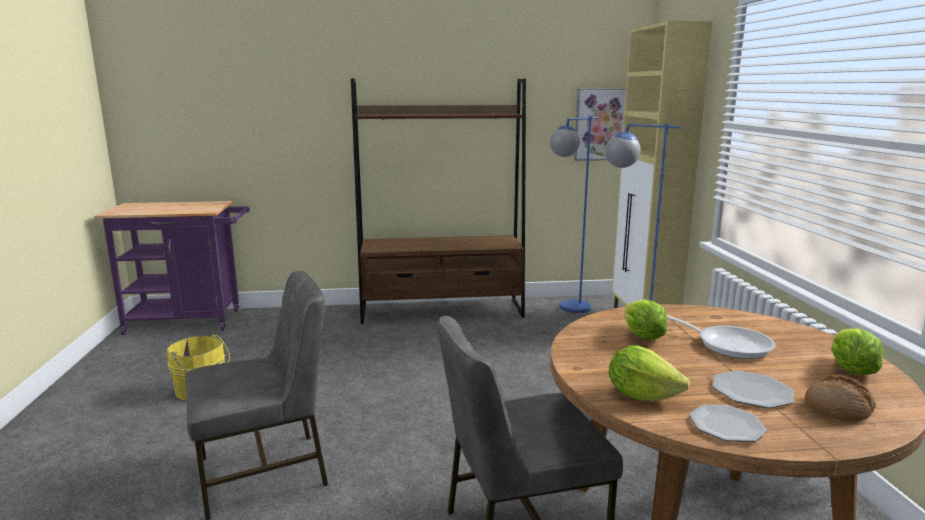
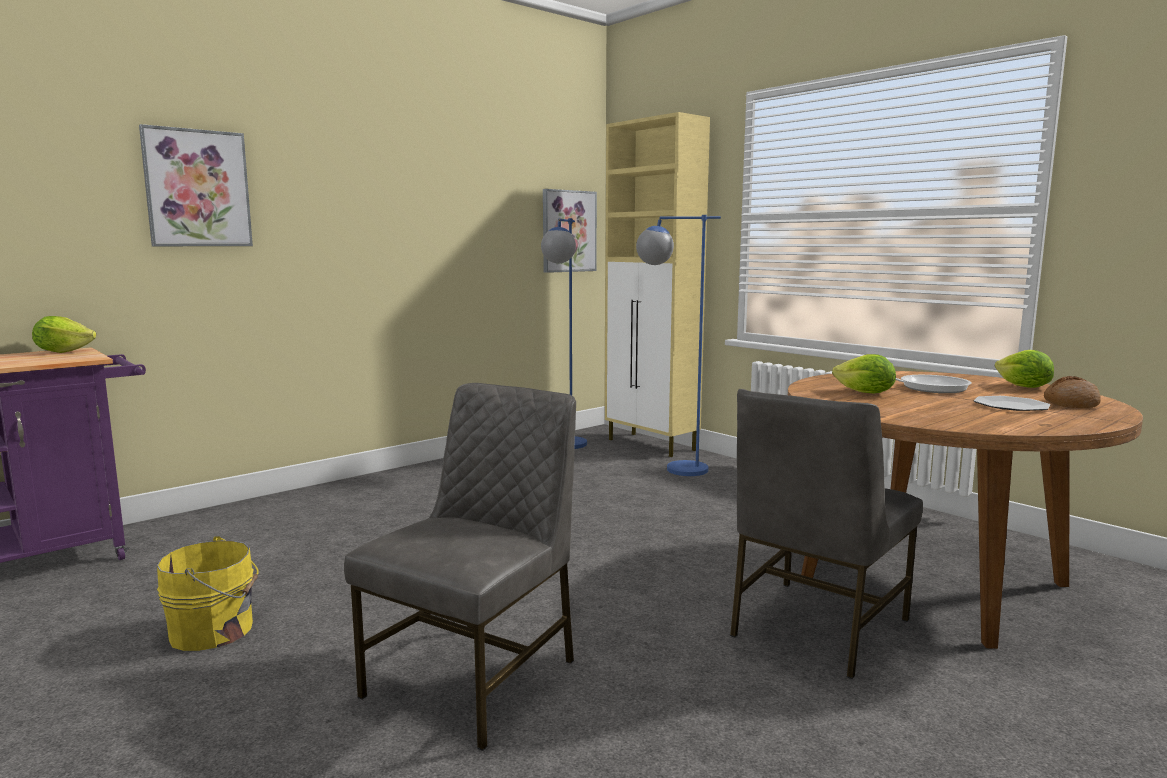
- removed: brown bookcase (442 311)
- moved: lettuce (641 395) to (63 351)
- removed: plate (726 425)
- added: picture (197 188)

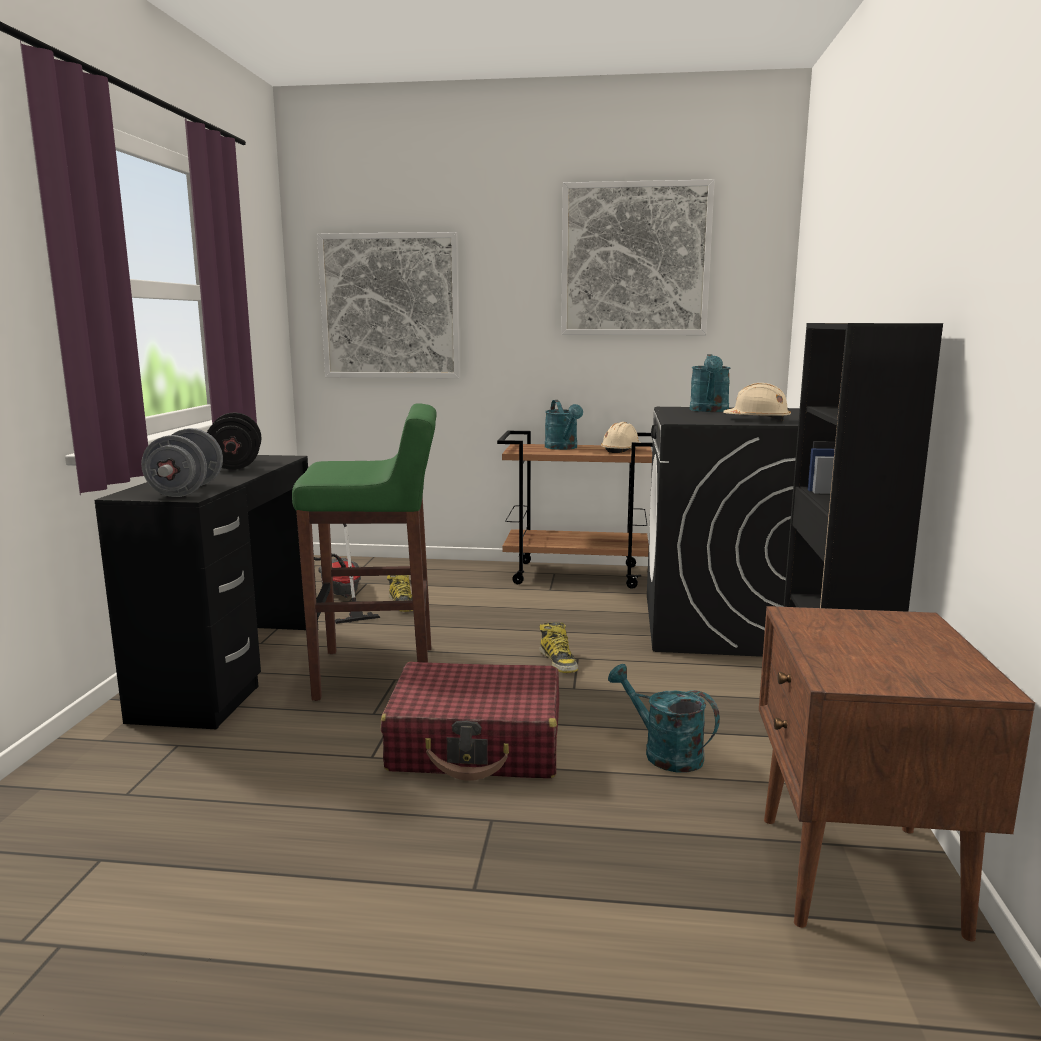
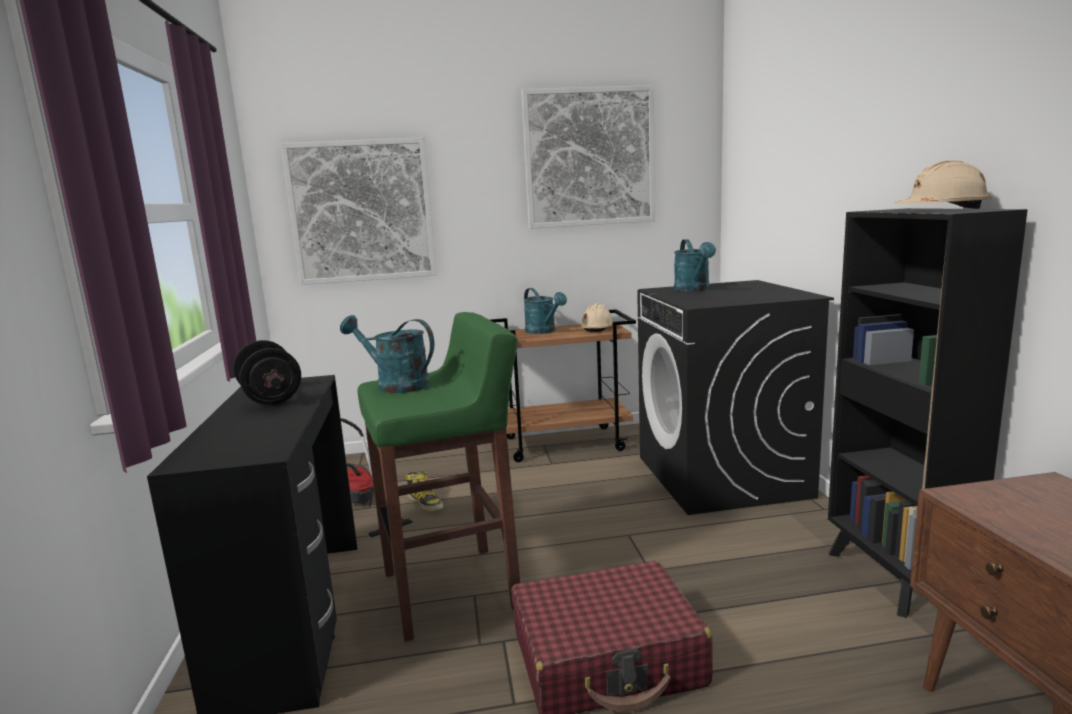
- removed: grey dumbbell (186 491)
- removed: boot (558 661)
- moved: turquoise watering can (663 753) to (395 385)
- moved: beige hard hat (757 419) to (943 210)

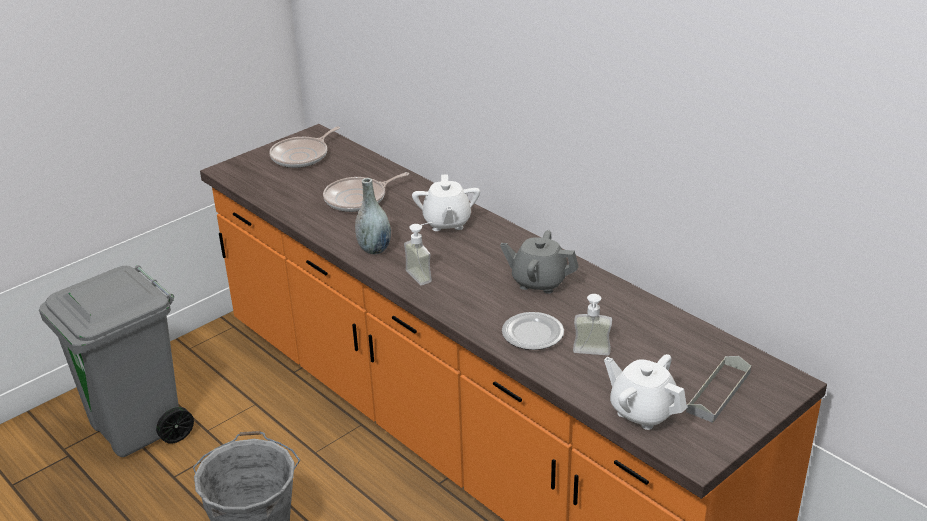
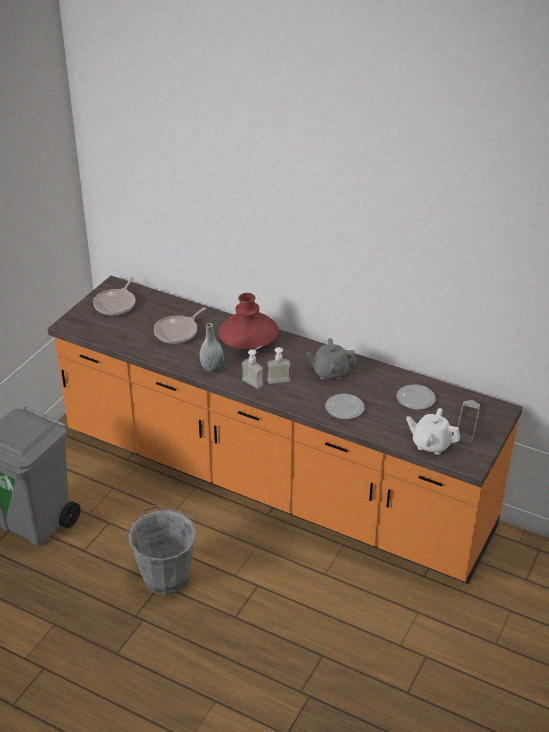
- replaced: white teapot (447 222) to red vase (248 340)
- moved: soap dispenser (591 355) to (279 383)
- added: plate (415 399)

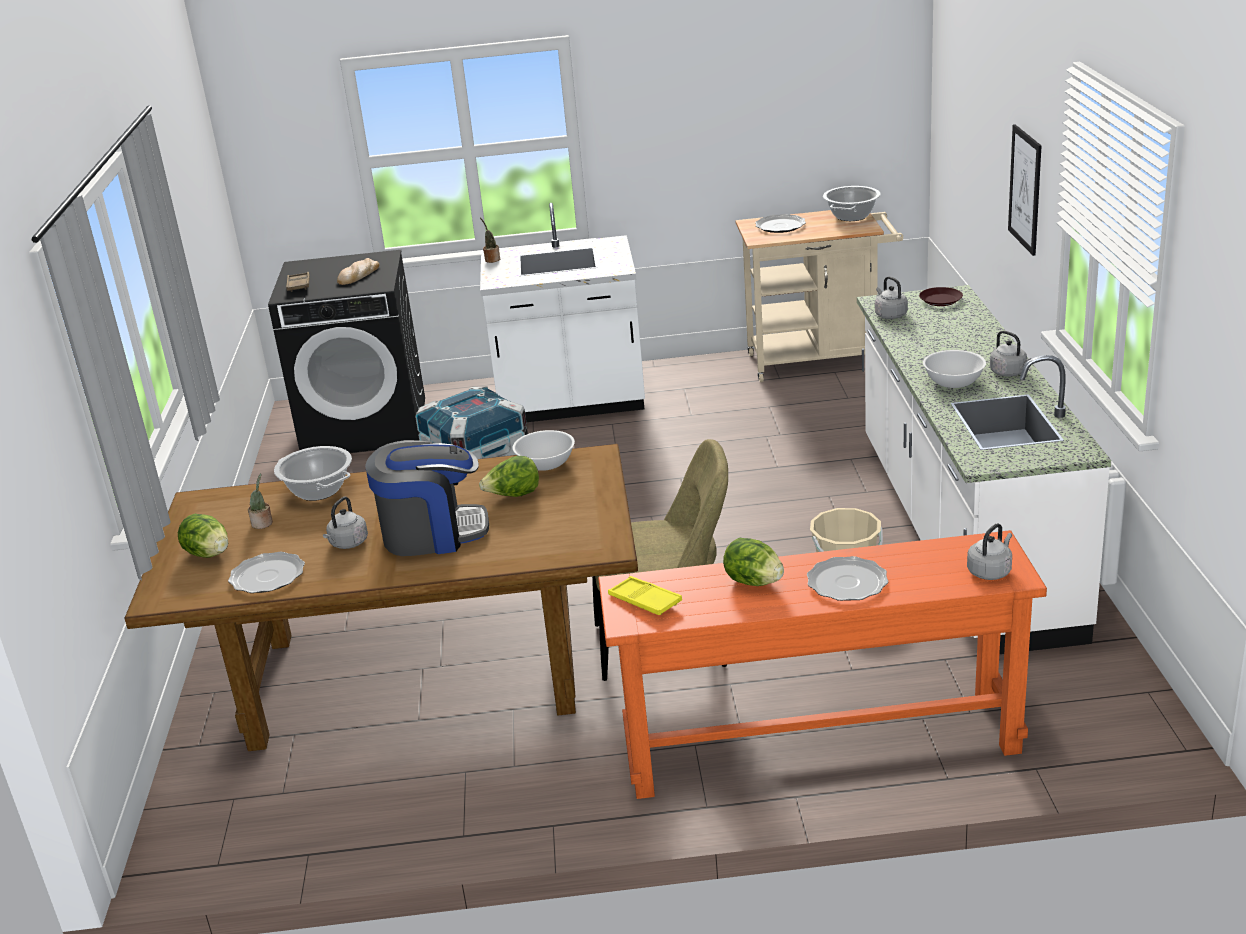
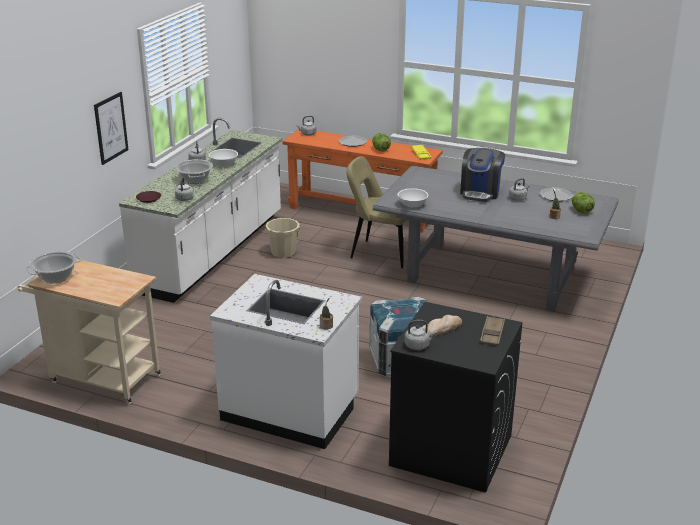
- recoloured: brown dining table (415 673) to grey dining table (491 275)
- moved: cooking pot (318 490) to (195 180)
- turned: coffee machine (433 533) = (480 192) 90 degrees counterclockwise
- removed: lettuce (513 496)
- removed: plate (780 226)
- added: grey kettle (418 345)

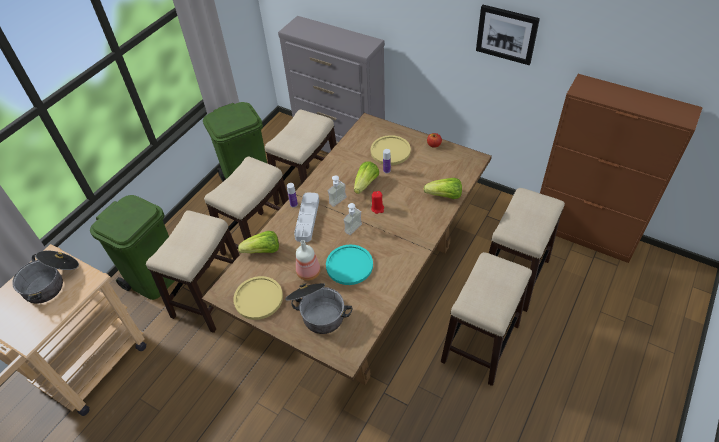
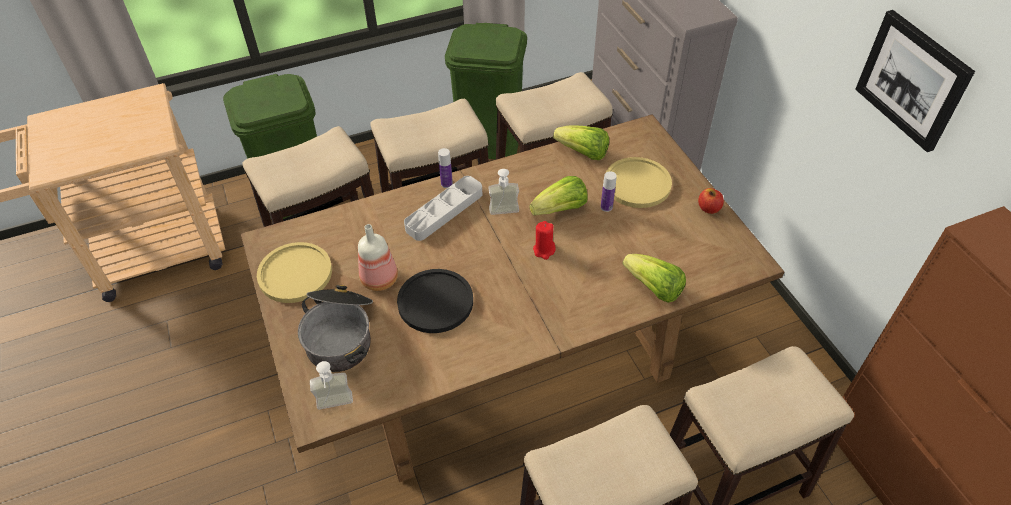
- removed: cooking pot (51 281)
- moved: lettuce (263 251) to (583 153)
- recoloured: turquoise plate (349 265) to black plate (435 302)
- moved: soap dispenser (356 230) to (335 407)

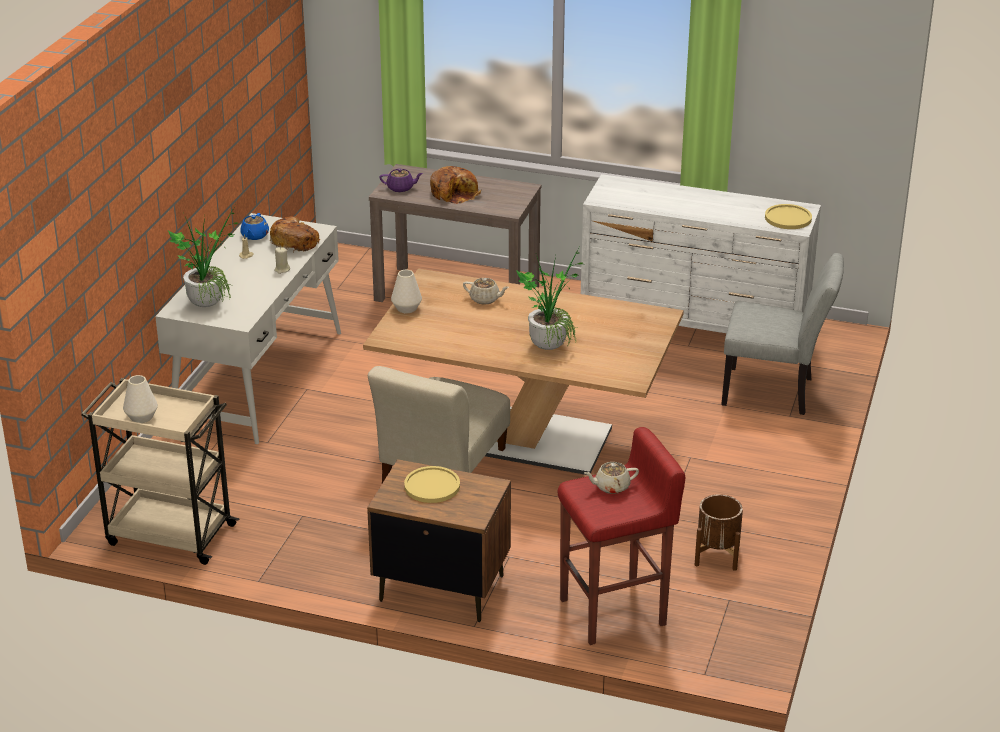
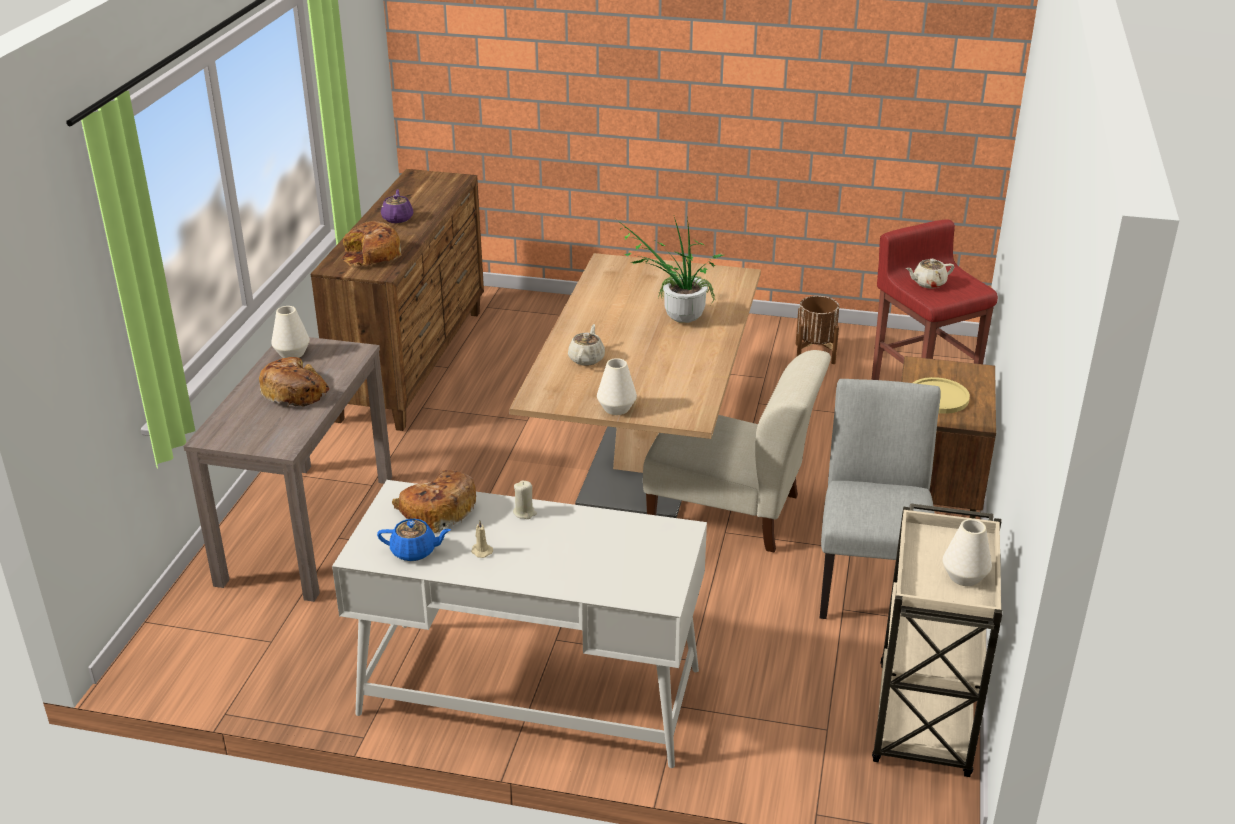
- removed: potted plant (208 299)
- moved: purple teapot (401 188) to (397 218)
- recoloured: white dresser (694 329) to brown dresser (413 363)
- turned: beige teapot (611 487) = (928 283) 90 degrees clockwise
- moved: grey chair (775 392) to (870 580)
- removed: yellow plate (788 218)
- added: white vase (292 353)
- added: bread (371 256)

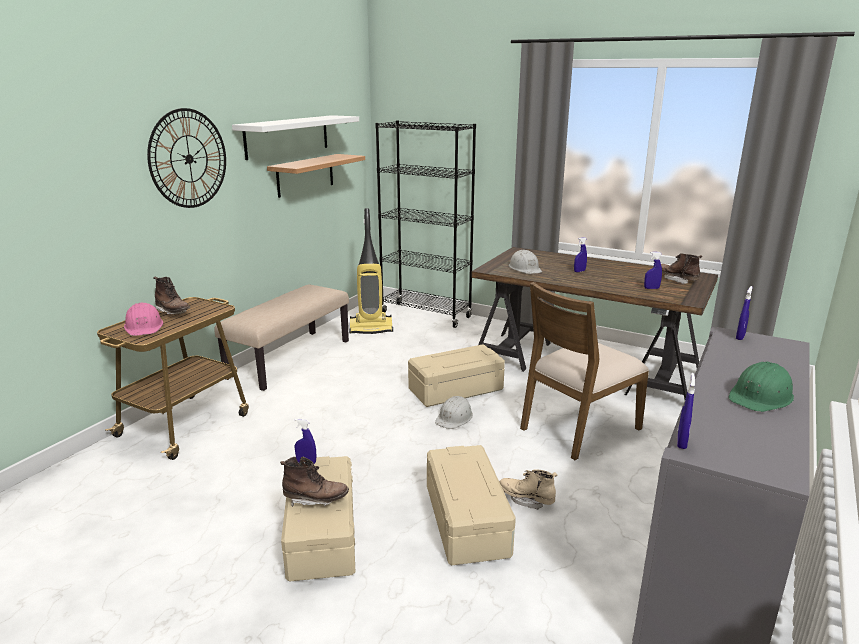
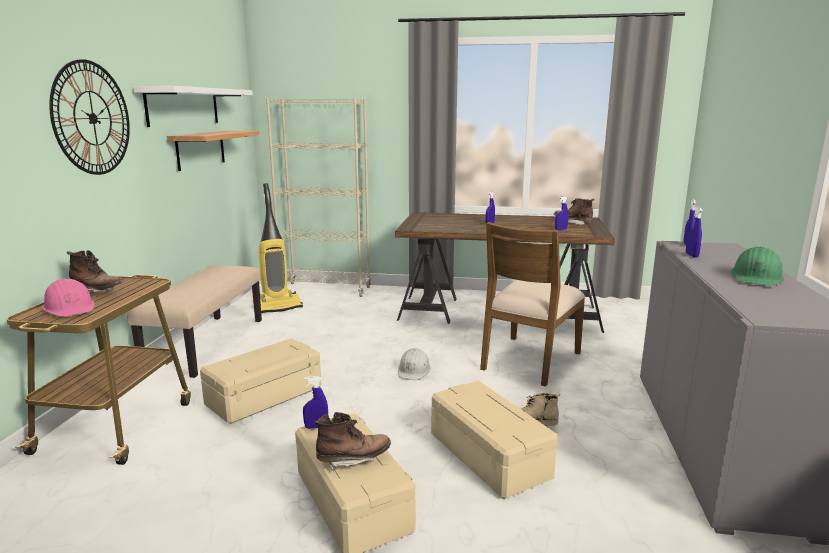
- recoloured: black bookcase (426 315) to beige bookcase (326 290)
- moved: beige storage box (456 389) to (264 396)
- removed: white hard hat (525 268)
- moved: blue spray bottle (681 442) to (691 255)

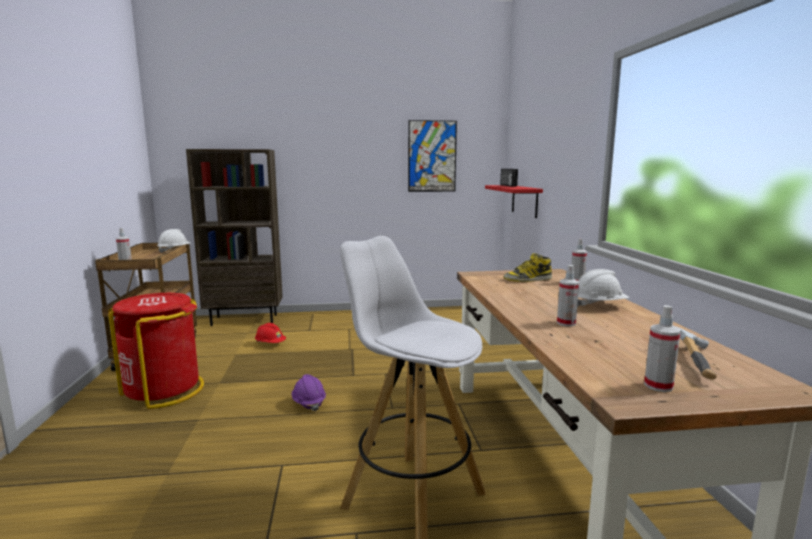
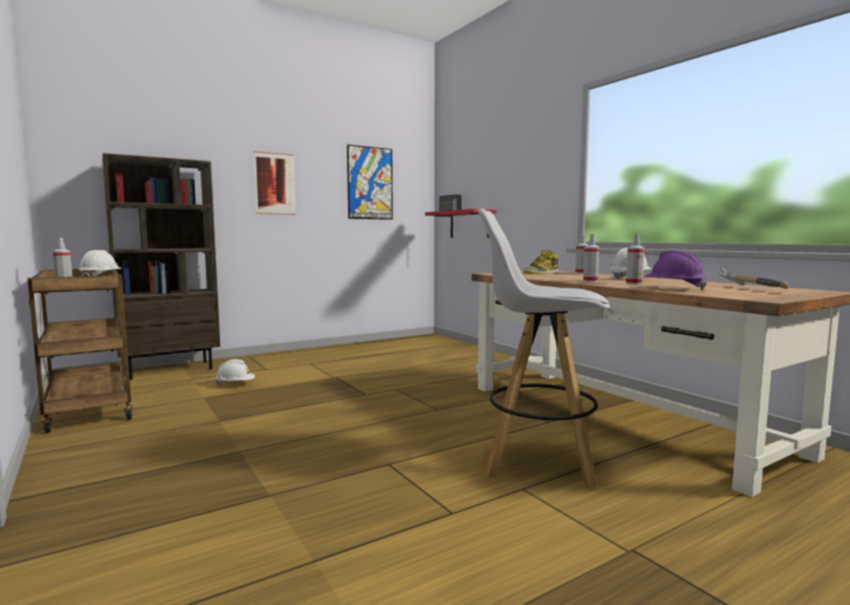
- removed: red trash can (164 390)
- recoloured: red hard hat (270 344) to white hard hat (235 384)
- moved: purple hard hat (308 403) to (673 288)
- moved: spray bottle (658 386) to (590 281)
- added: picture (275 183)

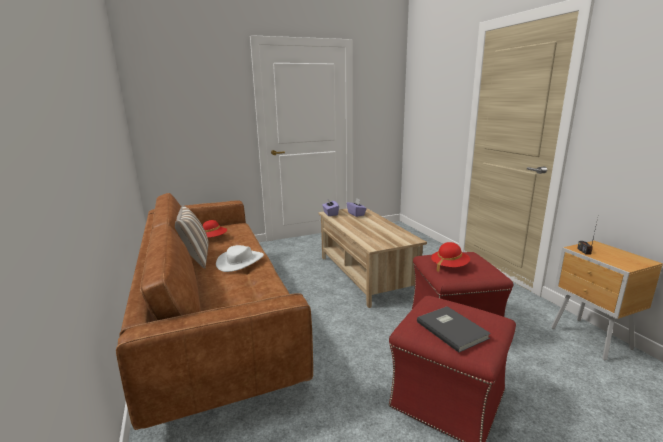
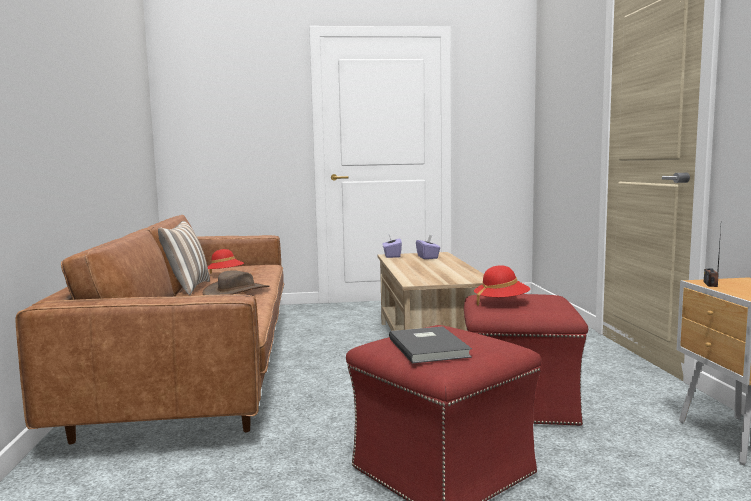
- recoloured: white hat (240 261) to brown hat (236 291)

